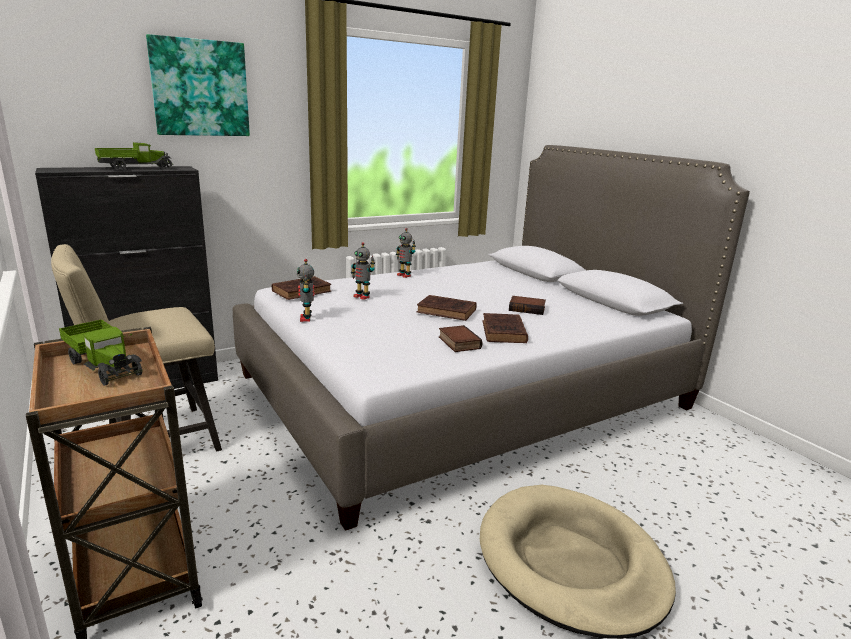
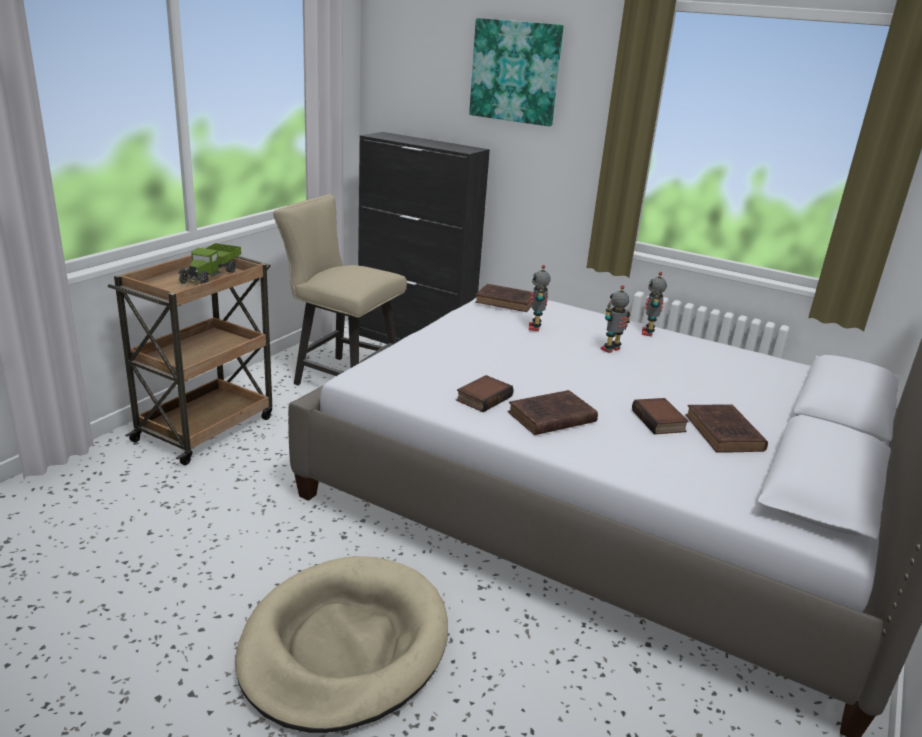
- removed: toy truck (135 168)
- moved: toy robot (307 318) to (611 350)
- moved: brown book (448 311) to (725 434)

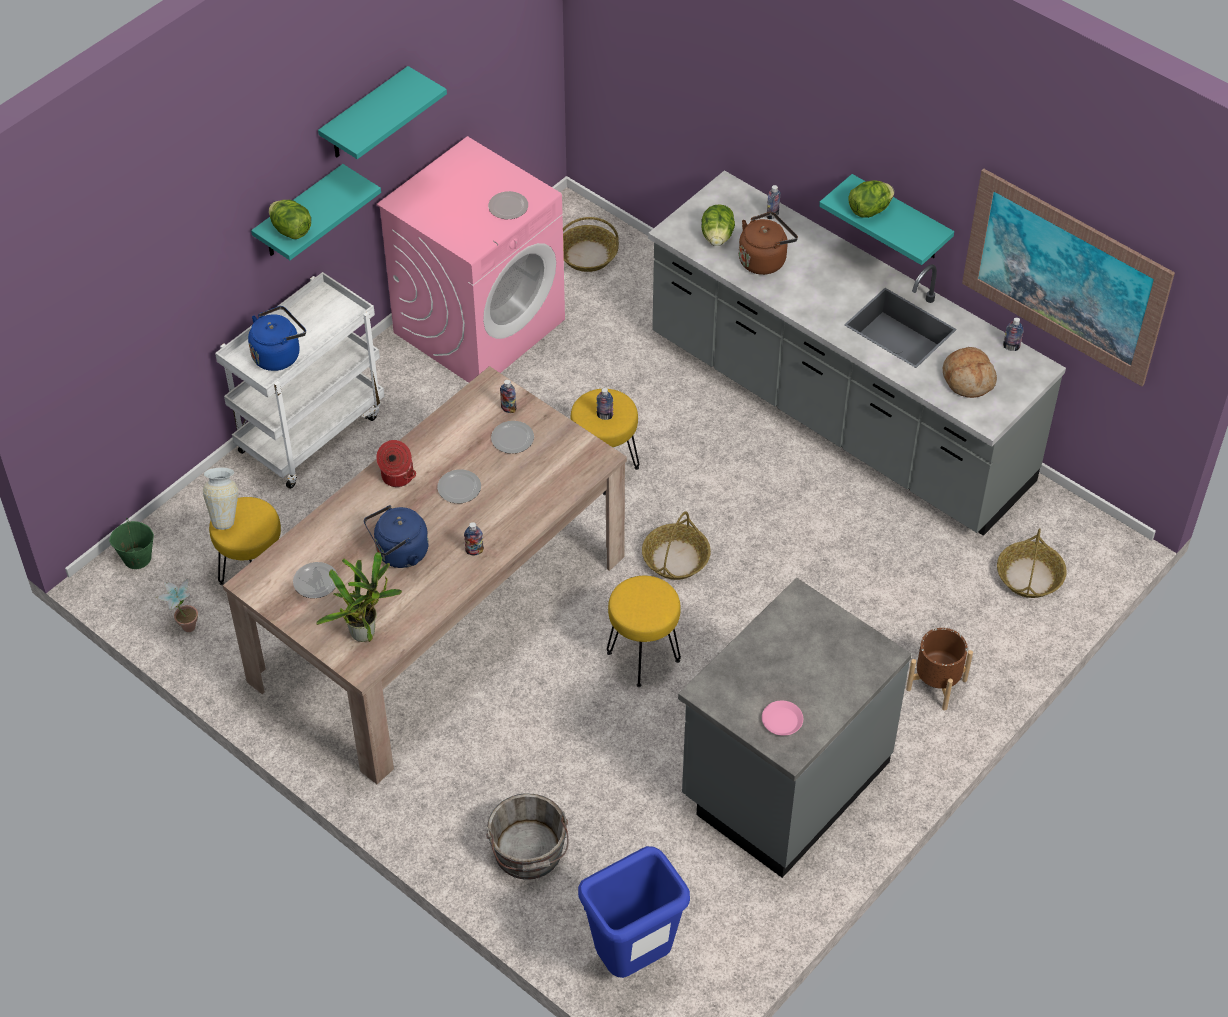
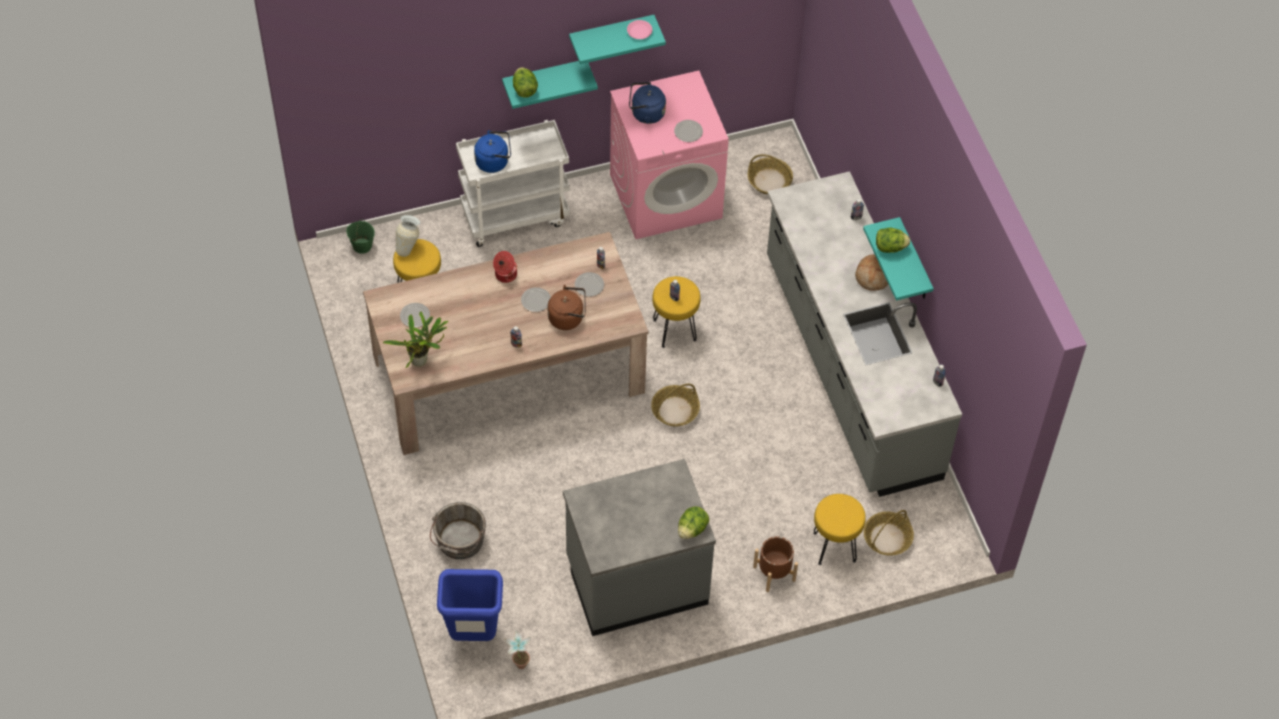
- moved: potted plant (184 625) to (519 661)
- moved: blue kettle (399 553) to (645 114)
- moved: yellow stool (643 657) to (834 547)
- moved: lettuce (717 237) to (692 529)
- moved: brown kettle (764 259) to (568 318)
- moved: pink plate (782 721) to (639 31)
- moved: bread (968 379) to (873 276)
- removed: picture (1064 277)

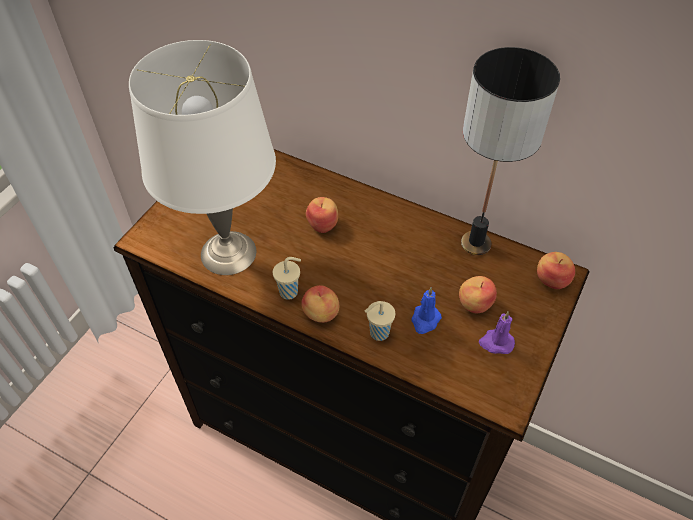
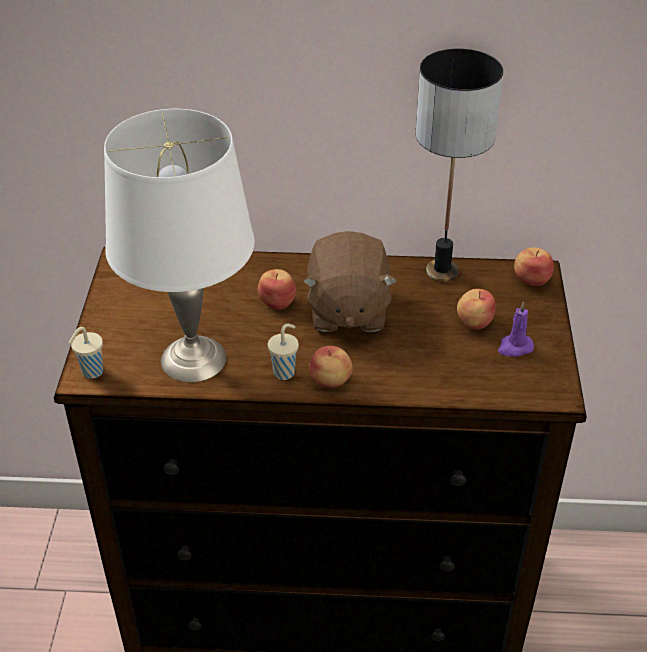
- moved: beige cup (378 333) to (91 372)
- removed: blue candle (425 320)
- added: brown plush toy (347 310)

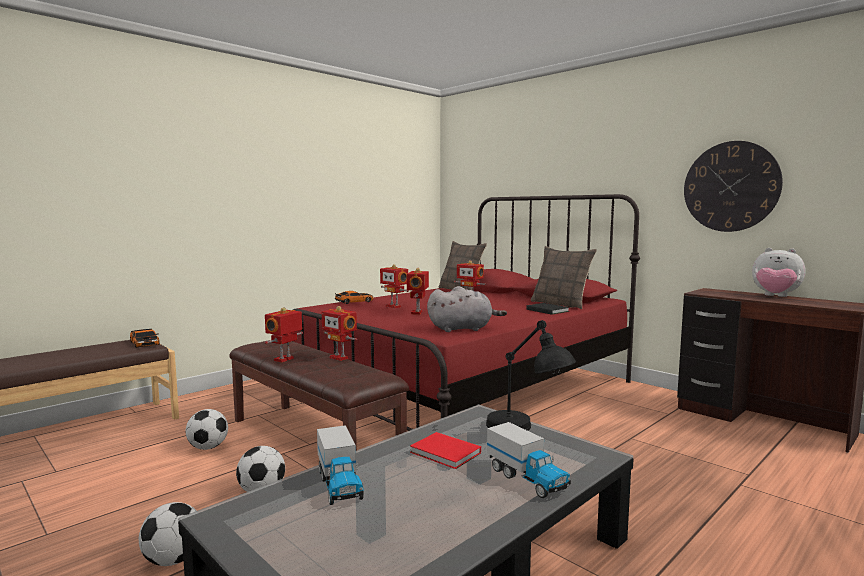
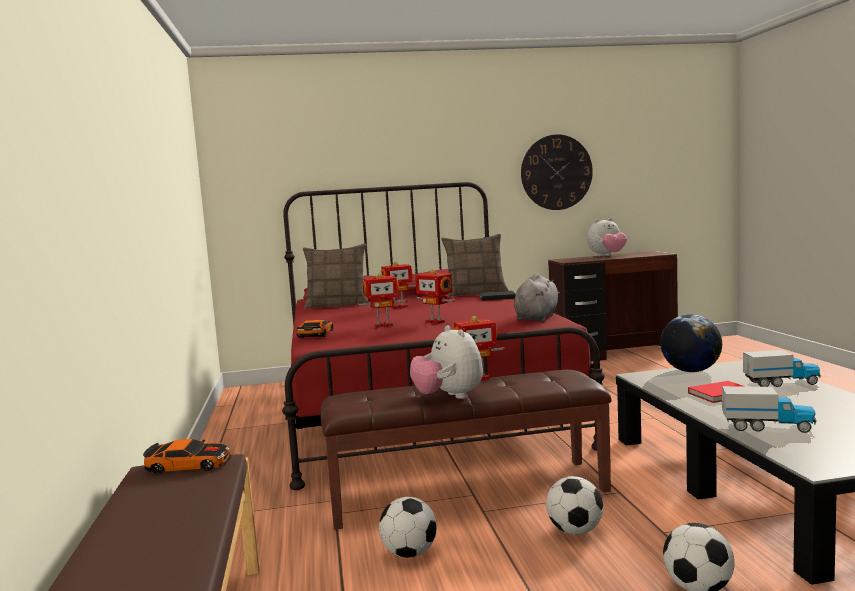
- replaced: toy robot (285 359) to plush toy (448 397)
- replaced: black table lamp (527 430) to globe (690 371)

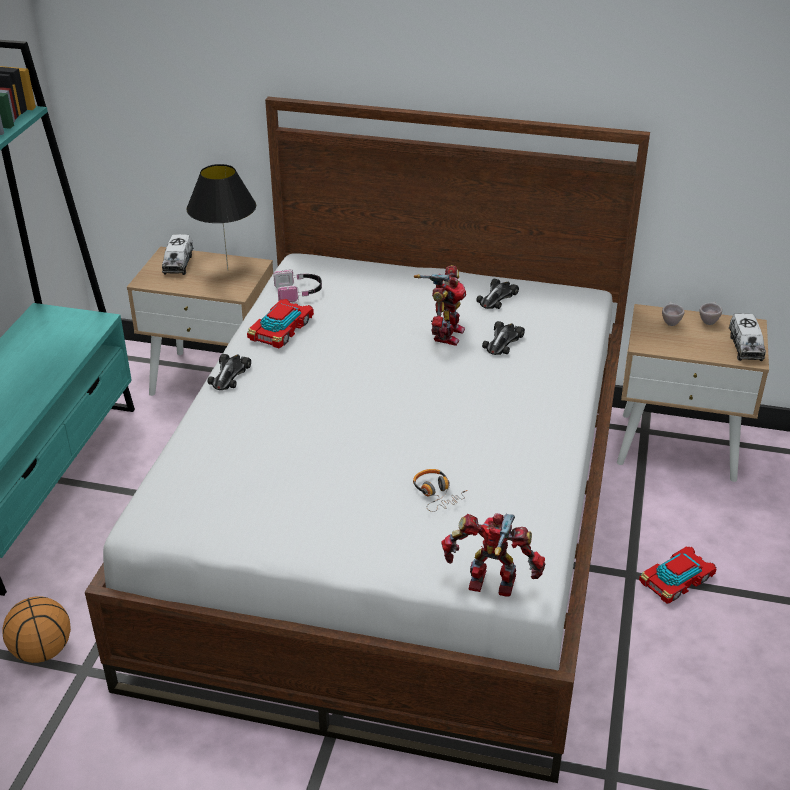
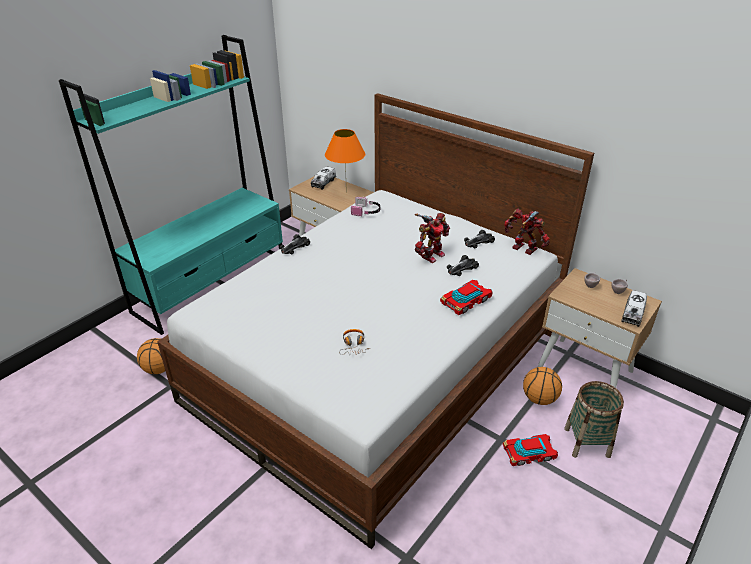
- recoloured: black table lamp (228 270) to orange table lamp (346 192)
- moved: toy car (282 329) to (466 301)
- moved: toy robot (491 586) to (523 249)
- added: basketball (539 398)
- added: basket (587 442)

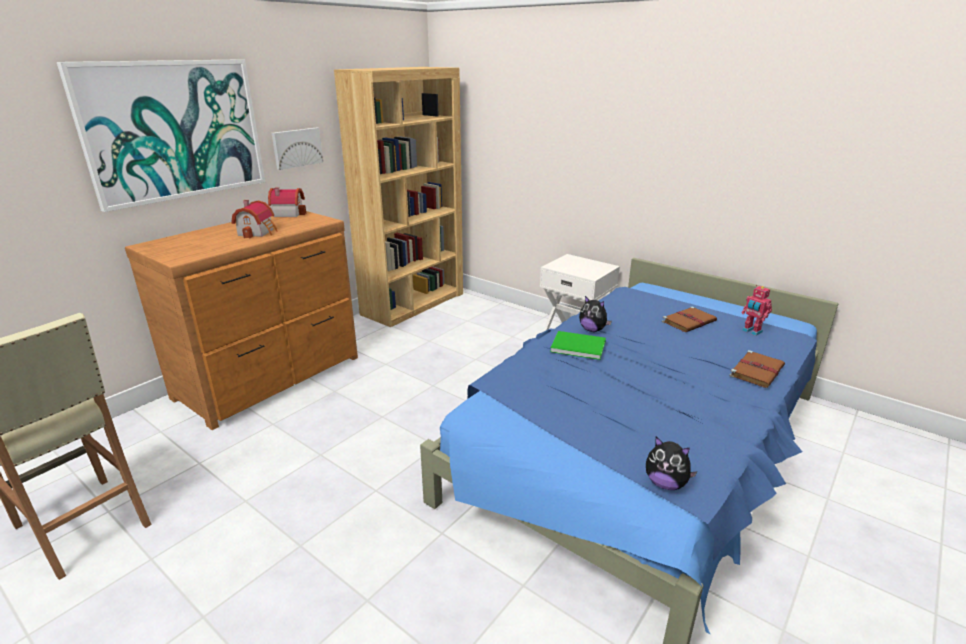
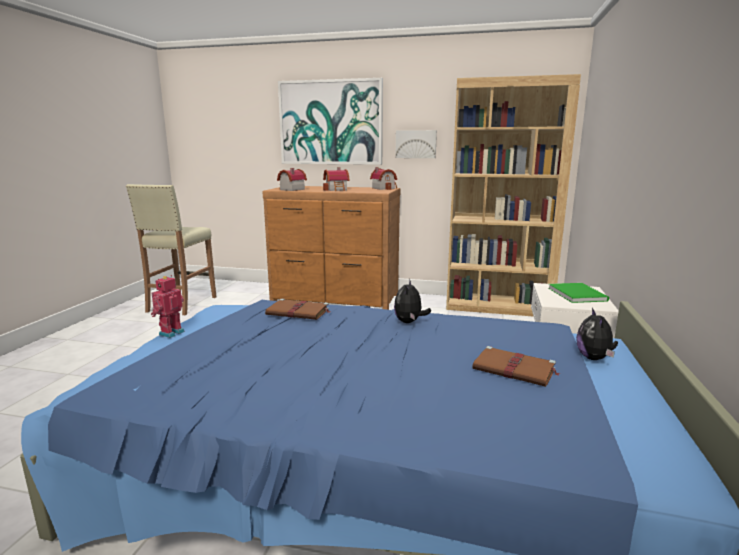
- moved: green book (576 346) to (577 294)
- moved: plush toy (665 483) to (594 358)
- moved: brown book (757 371) to (299 312)
- moved: toy robot (751 331) to (170 333)
- added: toy house (290 189)

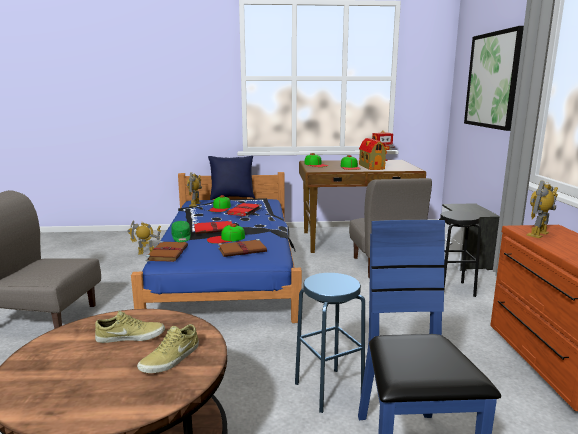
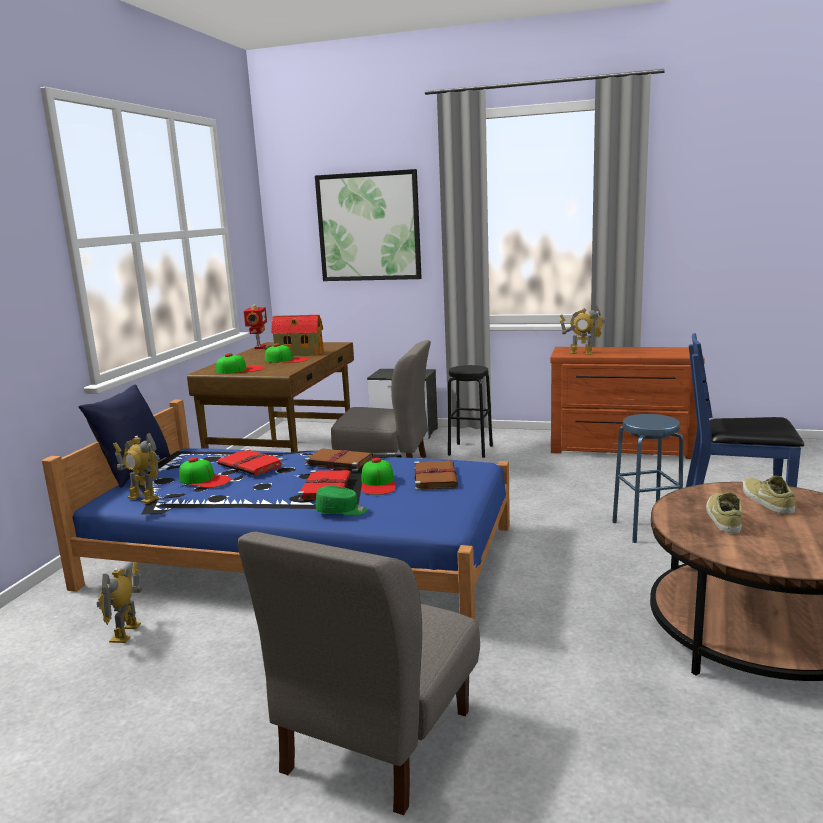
- turned: beige shoe (171 359) = (765 501) 150 degrees counterclockwise
- moved: brown book (168 253) to (338 462)
- turned: toy robot (538 234) = (581 353) 45 degrees counterclockwise

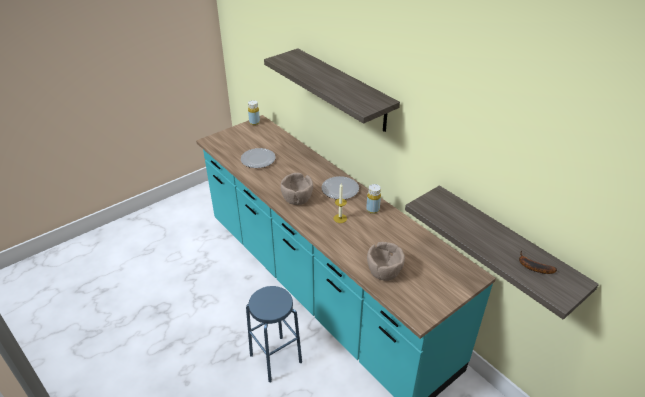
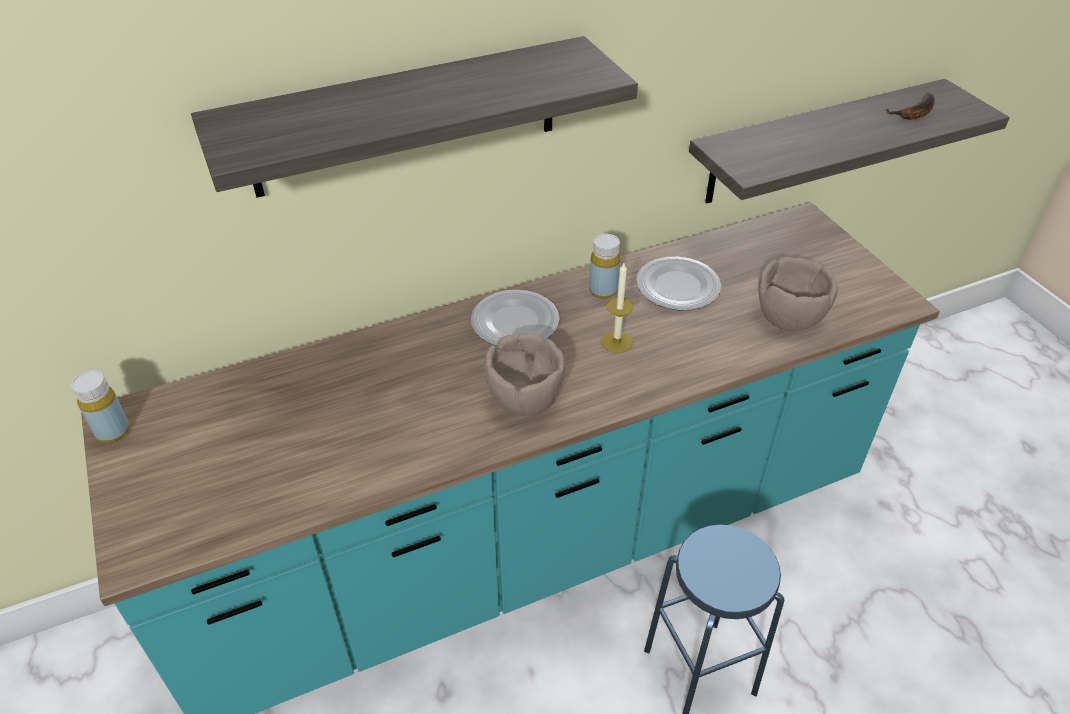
- moved: plate (258 159) to (678 286)

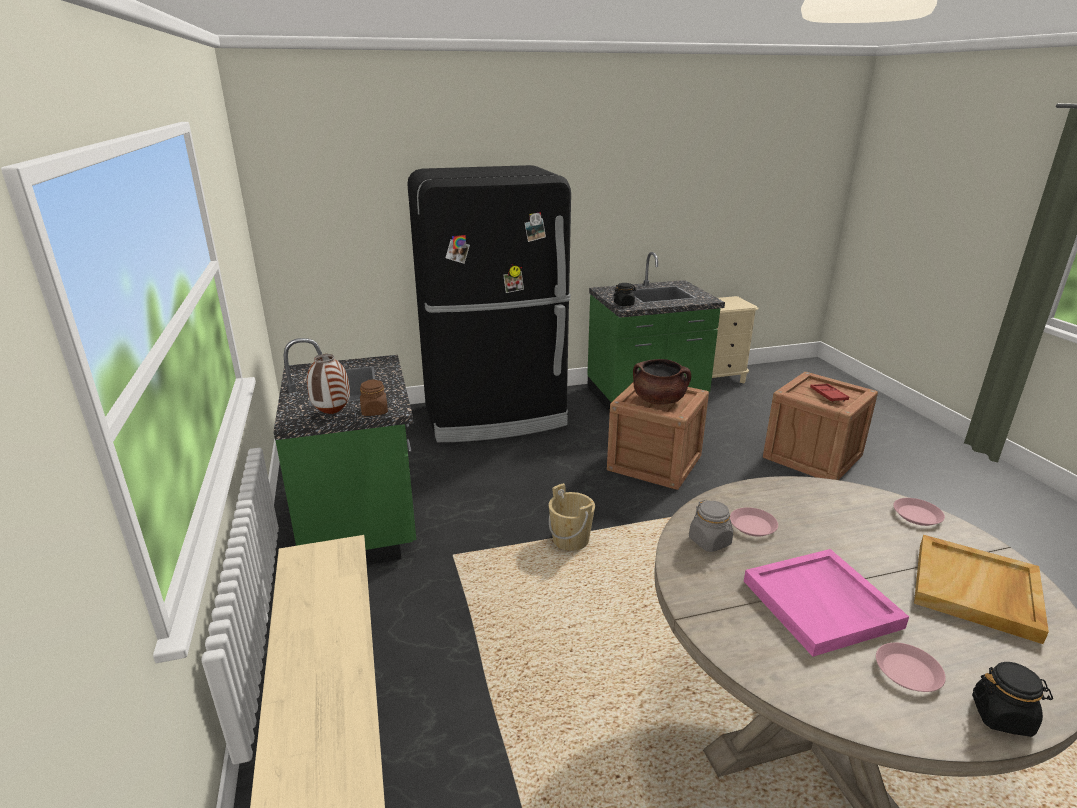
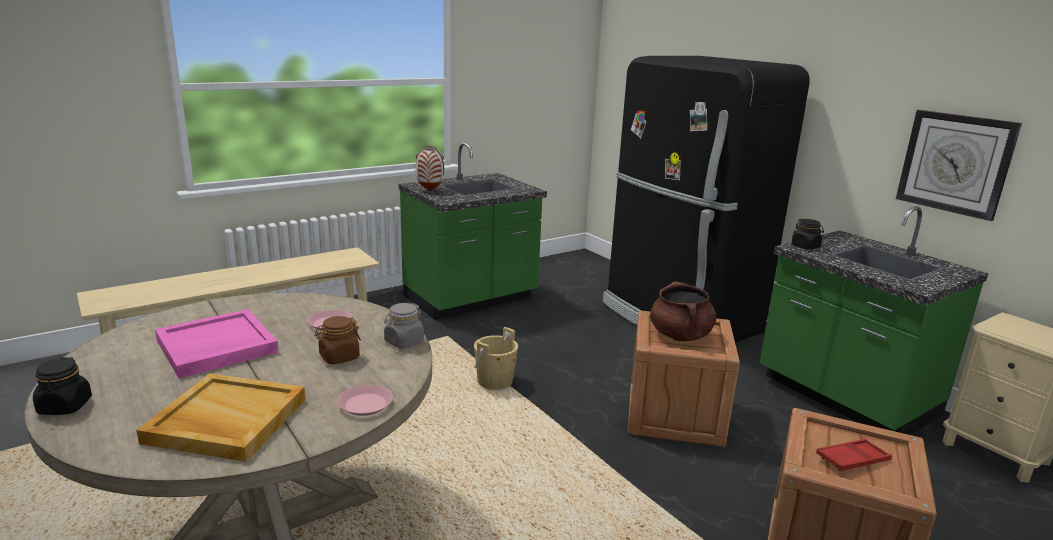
- moved: brown jar (374 411) to (339 357)
- moved: grey jar (710 541) to (404 342)
- removed: pink plate (907 671)
- added: wall clock (955 163)

